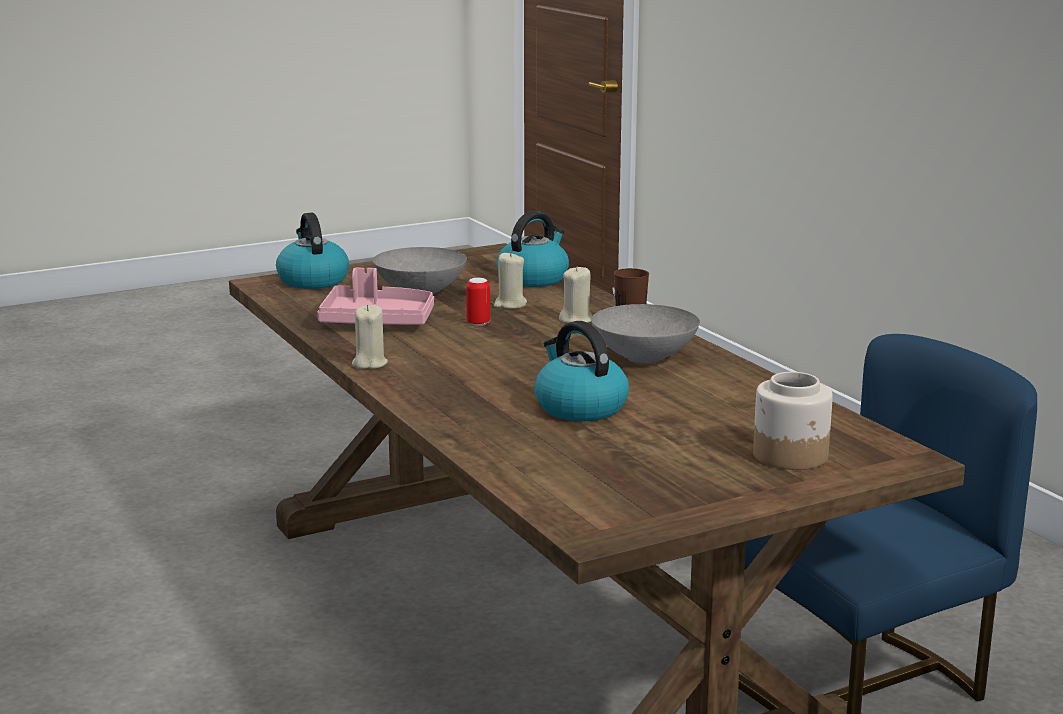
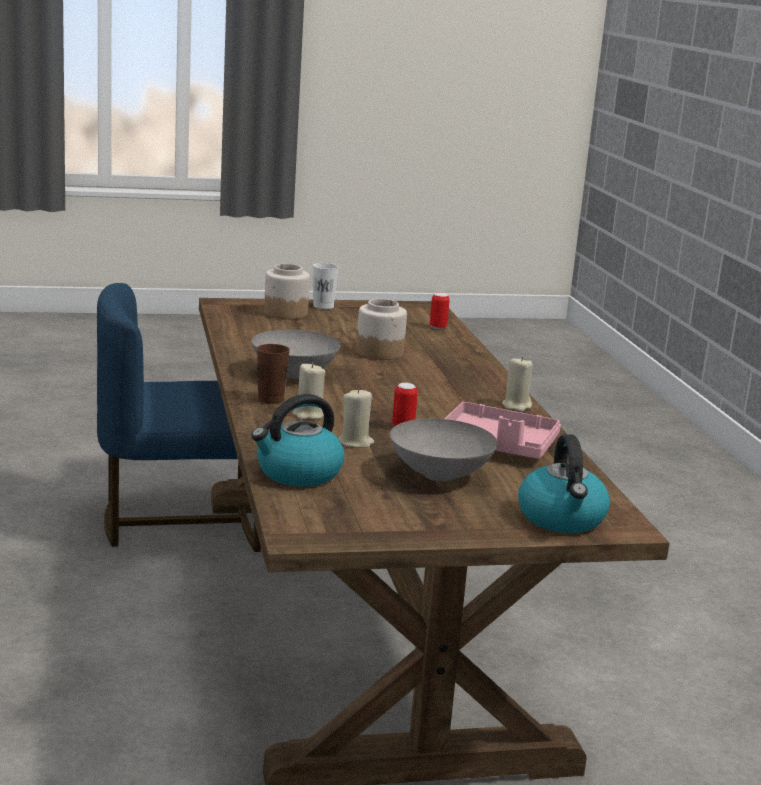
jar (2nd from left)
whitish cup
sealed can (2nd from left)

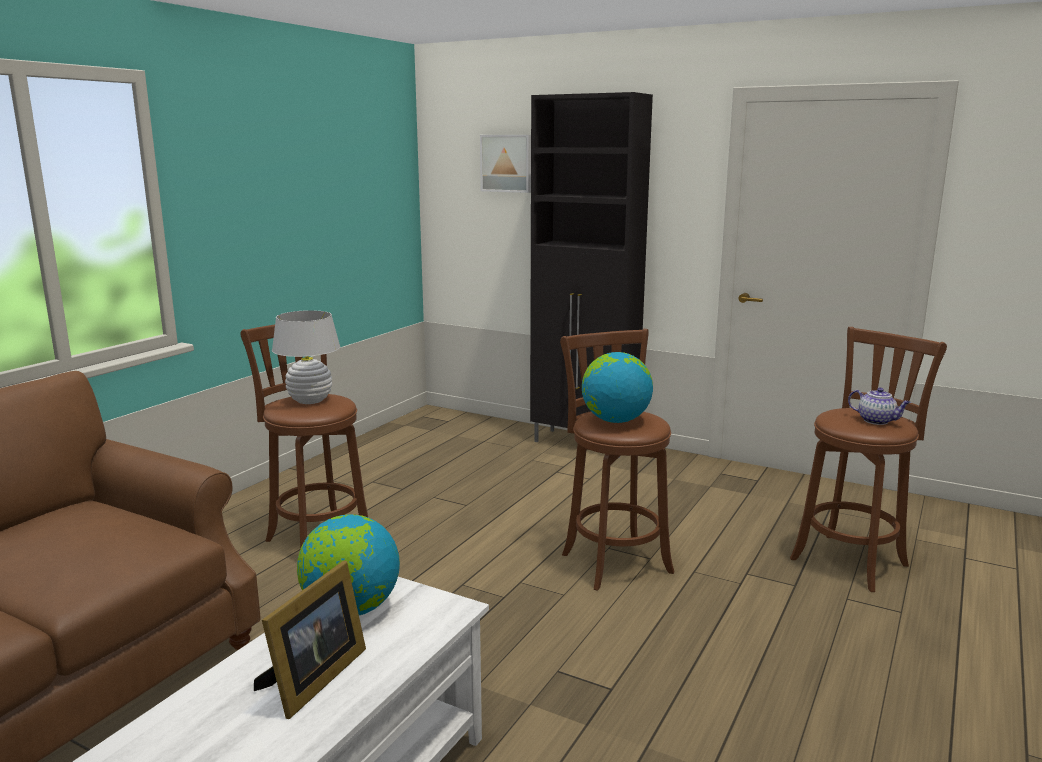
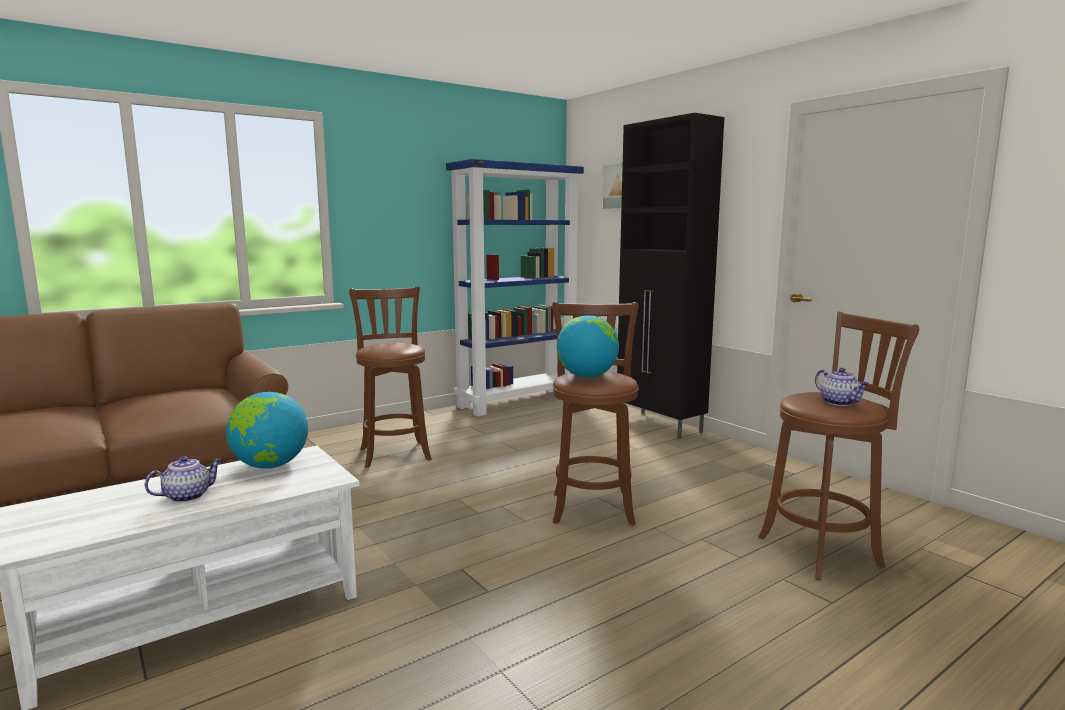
teapot (1st from left)
whitish lamp for a table
bluish bookcase

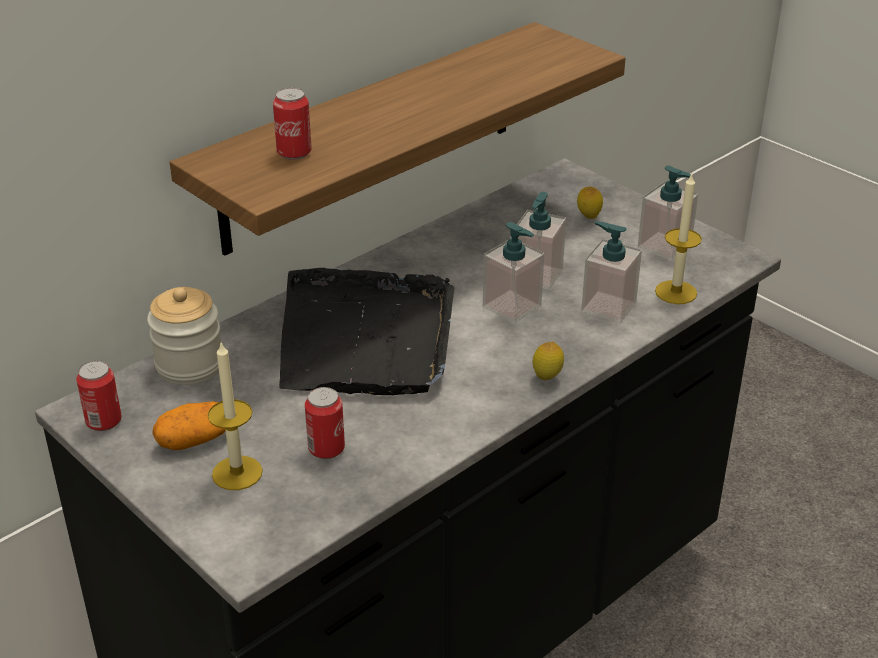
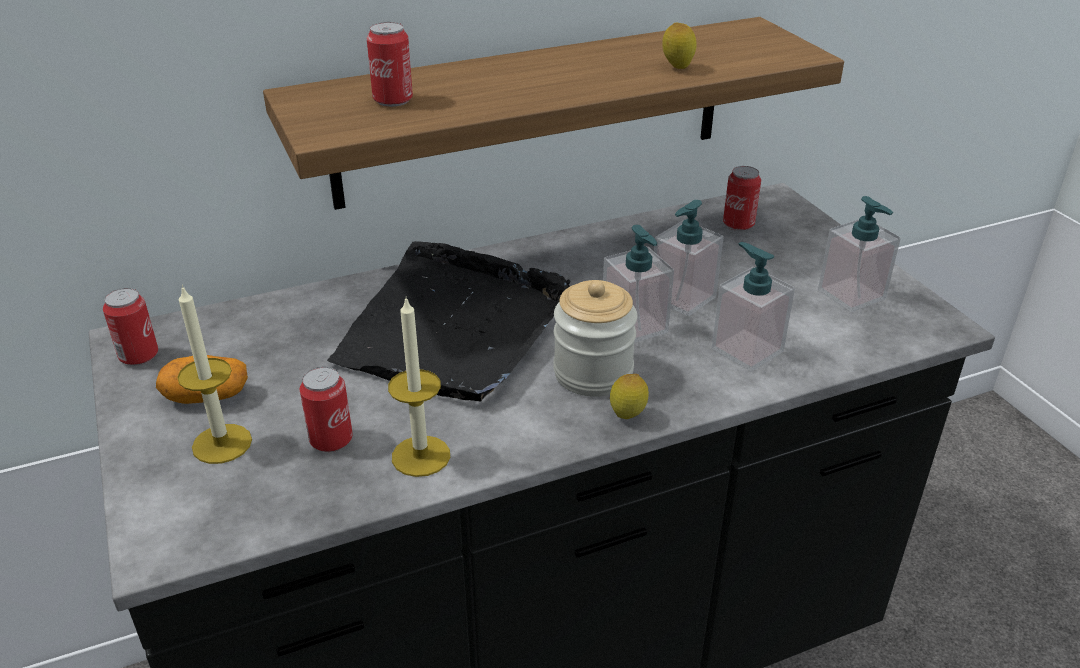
jar
lemon (2nd from left)
wax light (2nd from left)
sealed can (4th from left)

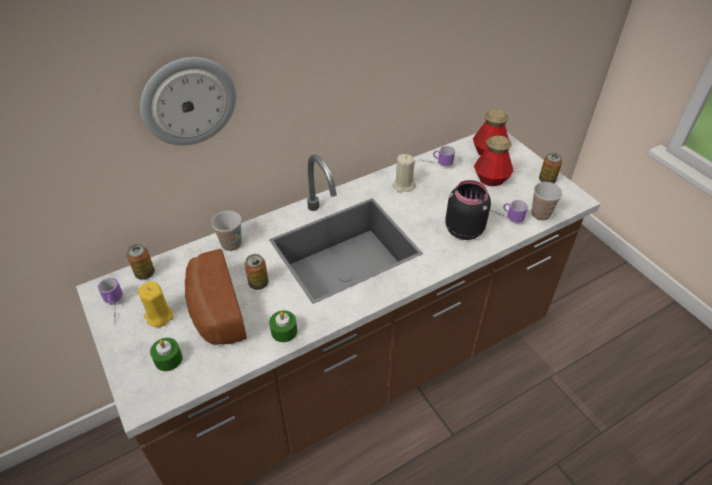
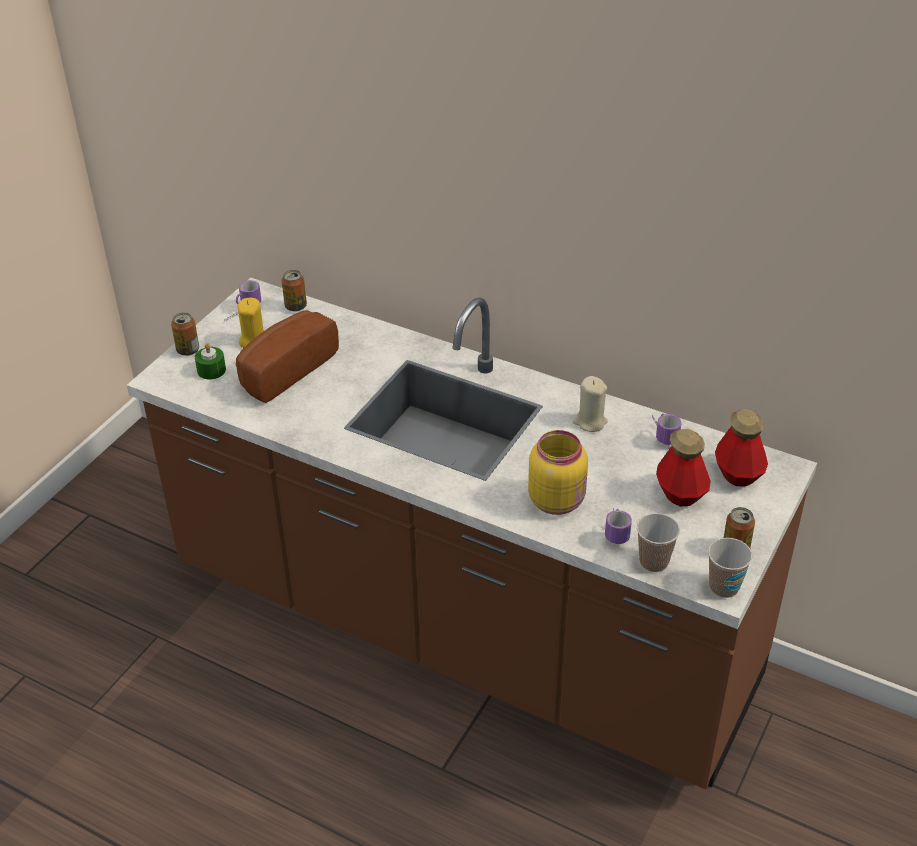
wall clock
cup (2nd from left)
sealed can (1st from left)
greenish wax light (2nd from left in the first image)
yellow-coloured jar

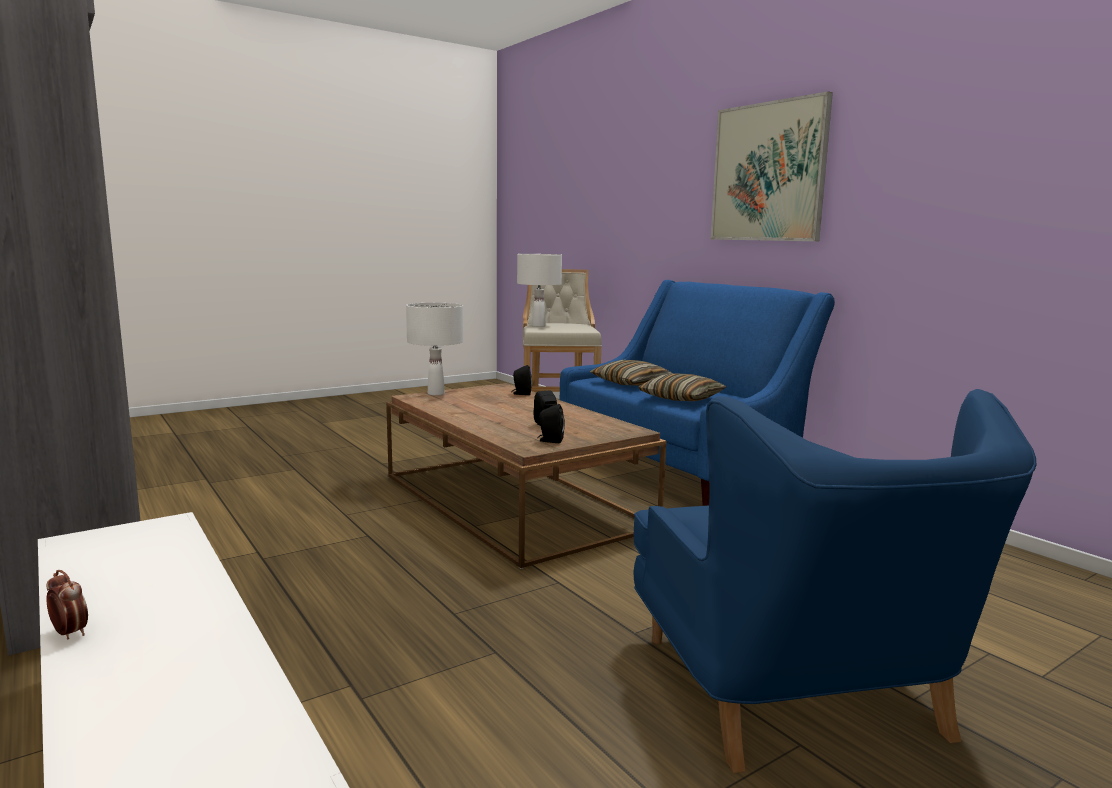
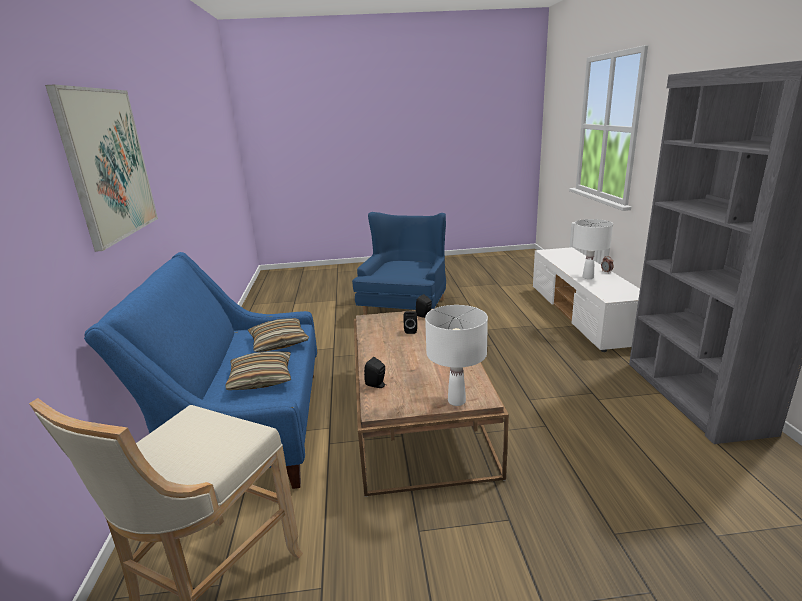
whitish lamp for a table (2nd from left)

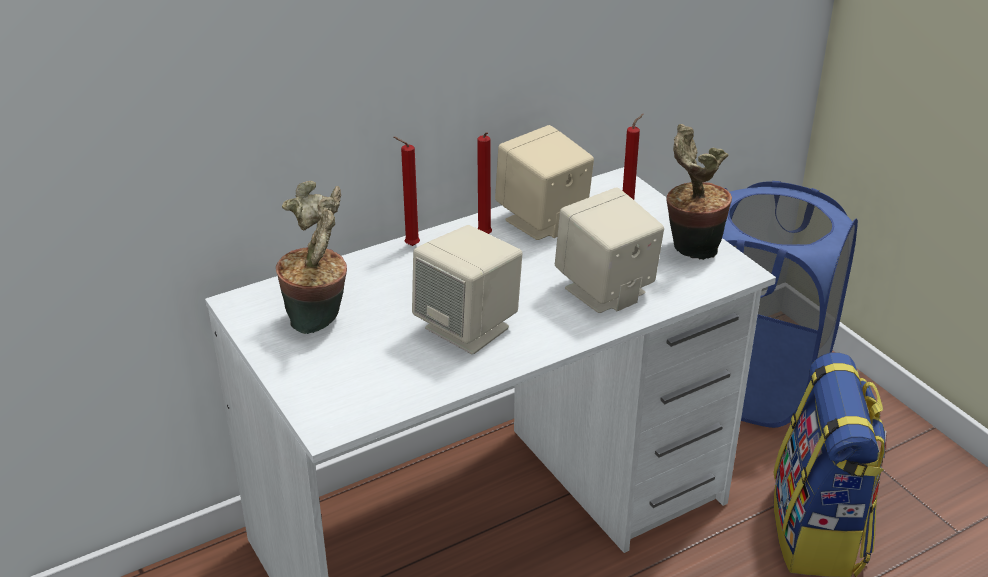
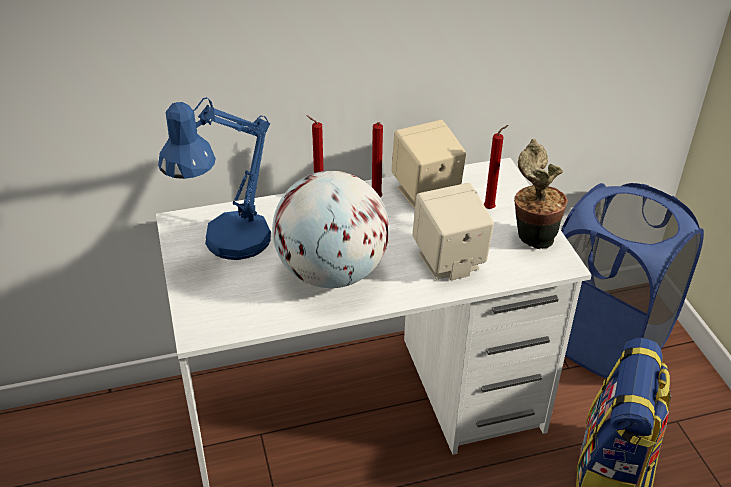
bluish lamp for a table
world globe

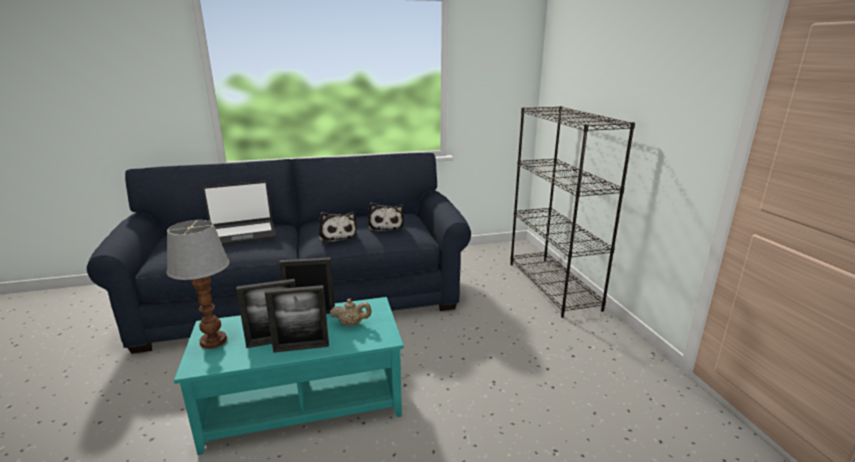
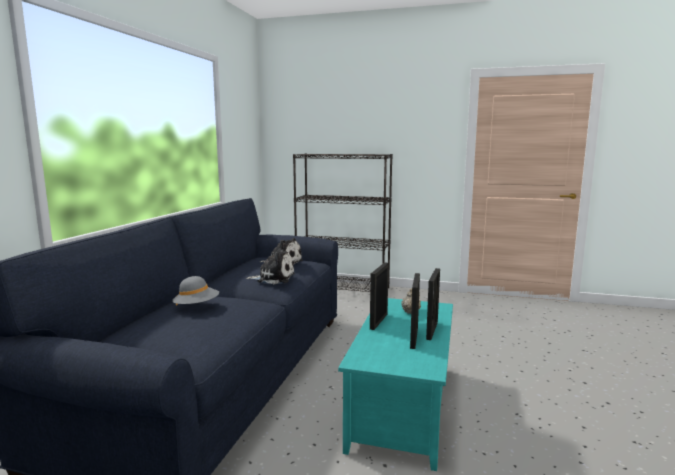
lamp for a table
greyish hat

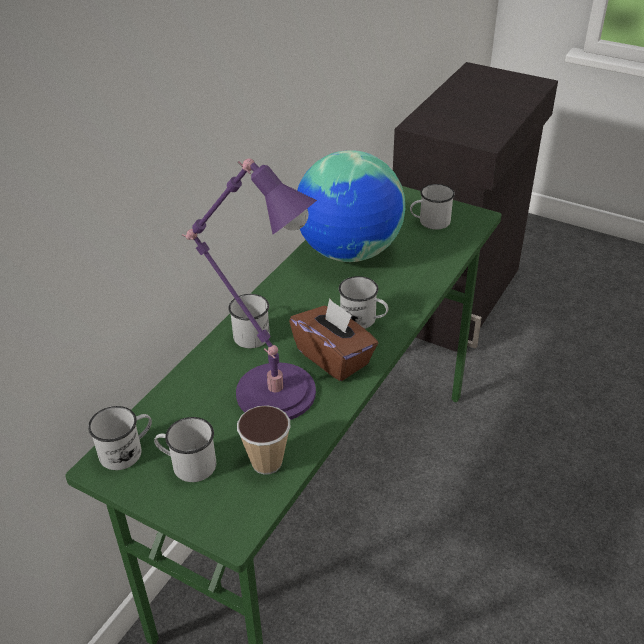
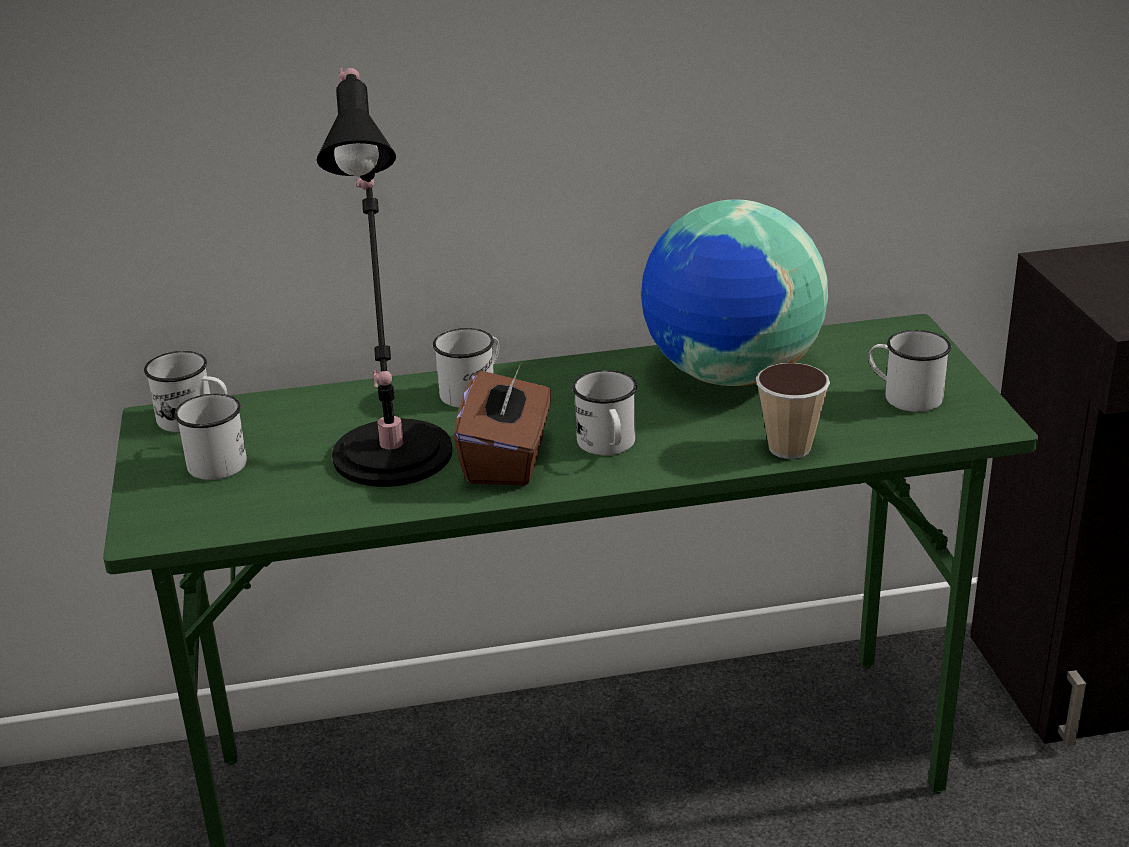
blackish lamp for a table
cup

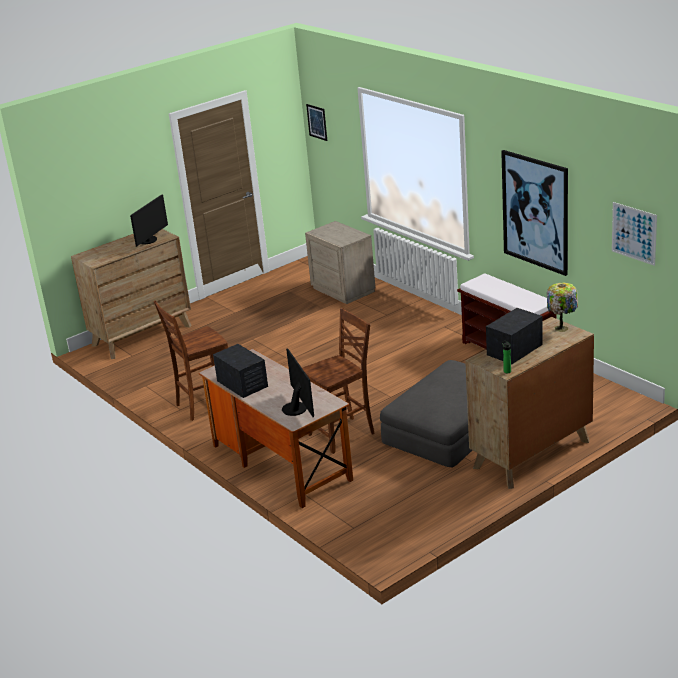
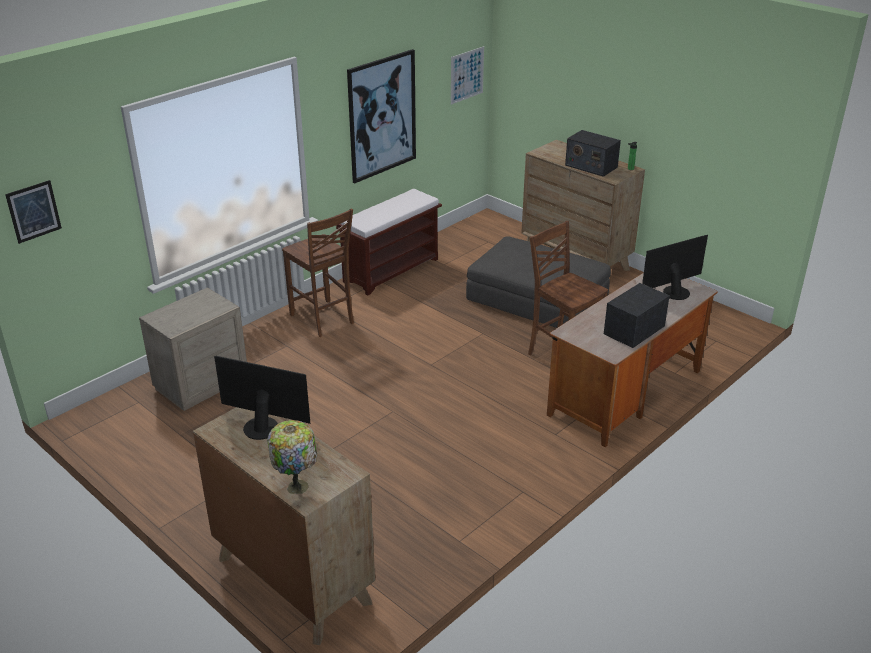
brownish chair (1st from left)
lamp for a table

